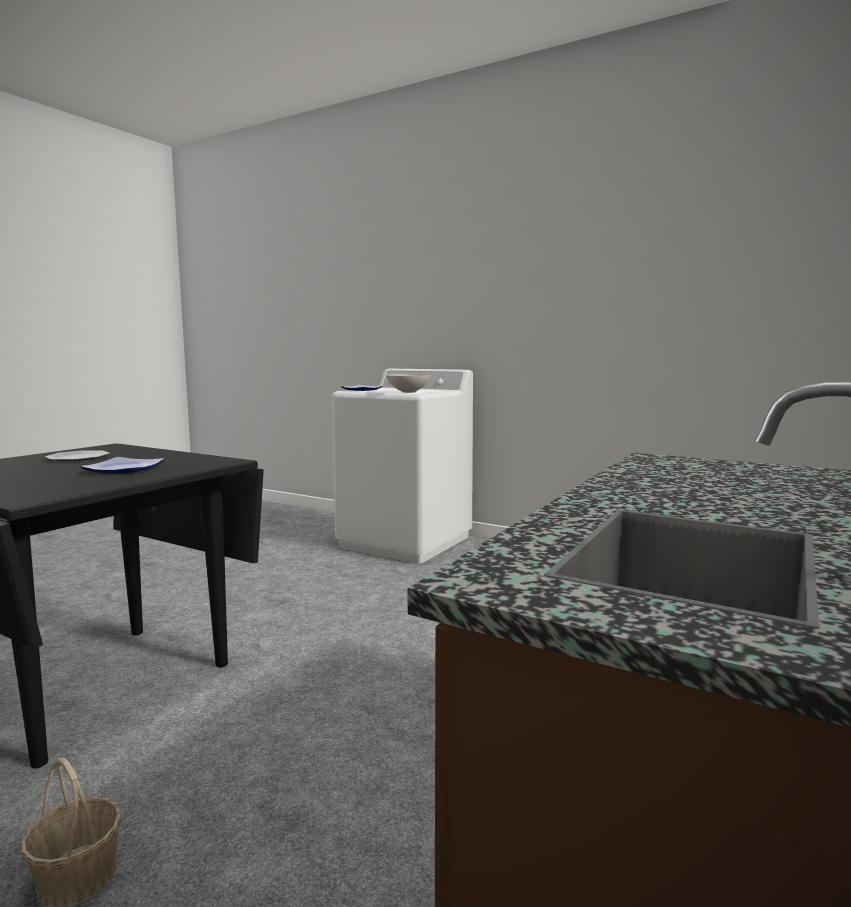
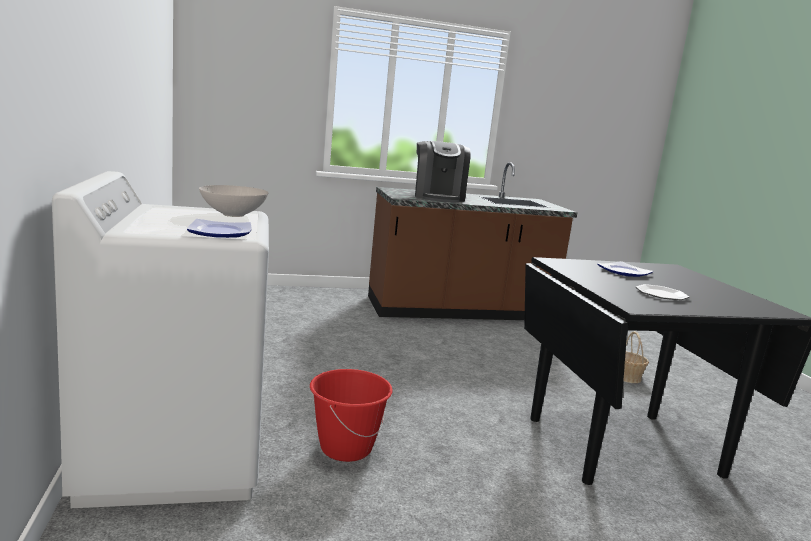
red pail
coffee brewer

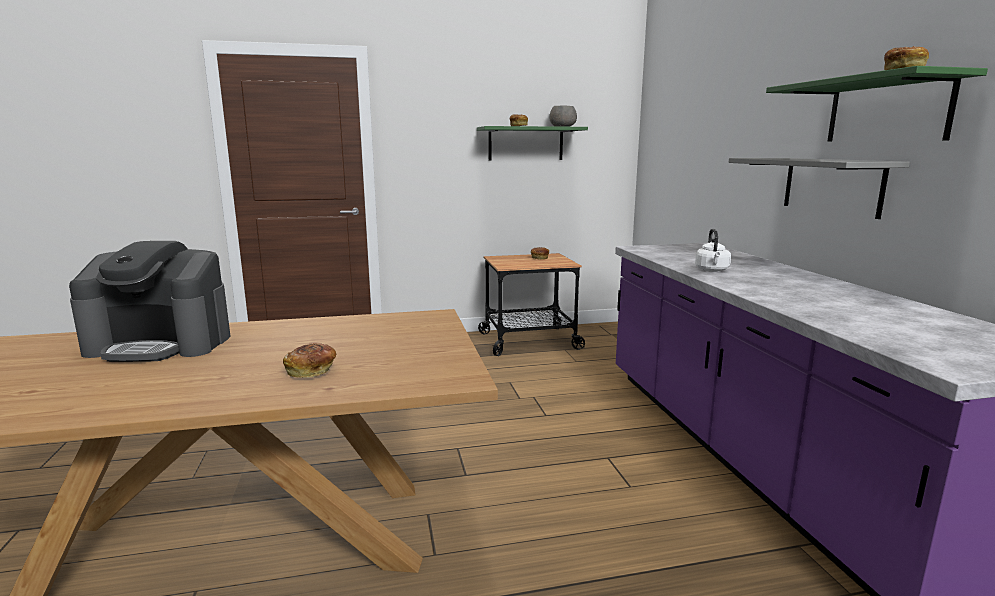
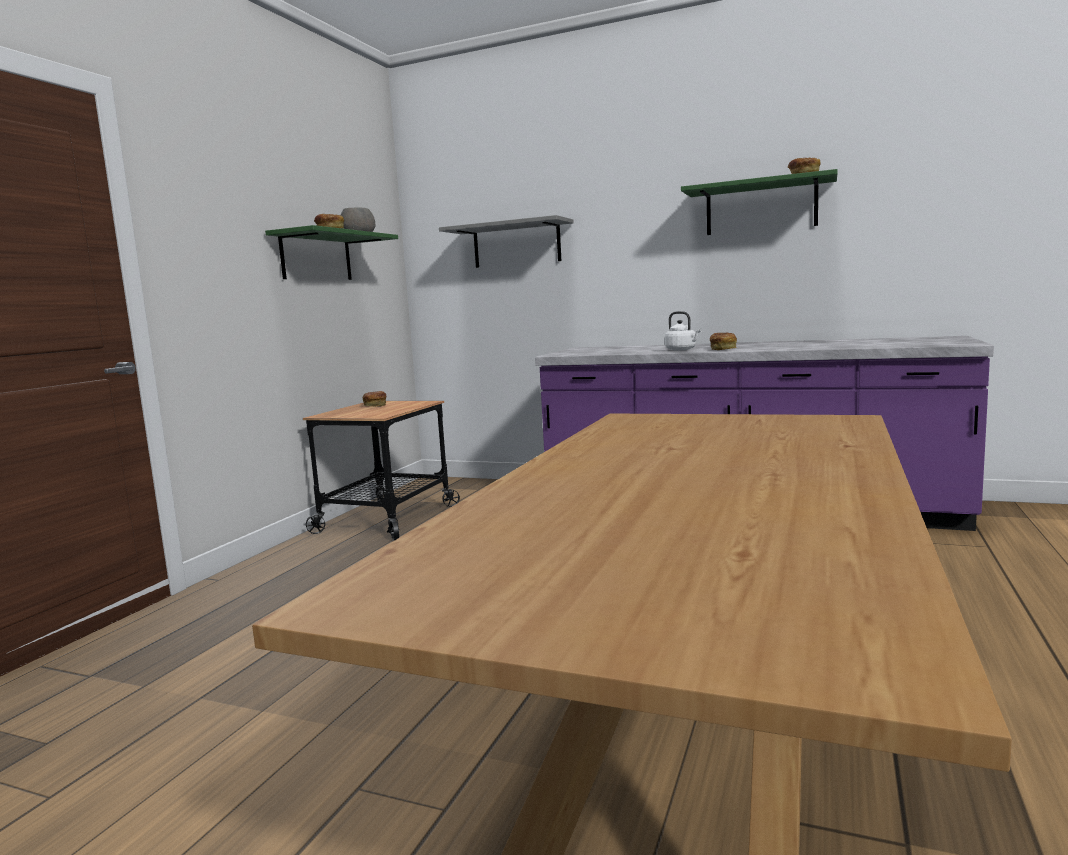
coffee brewer
baked bread (3rd from left)
greyish wall shelf

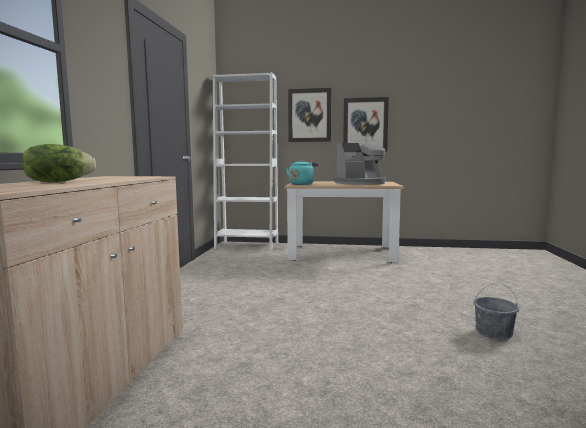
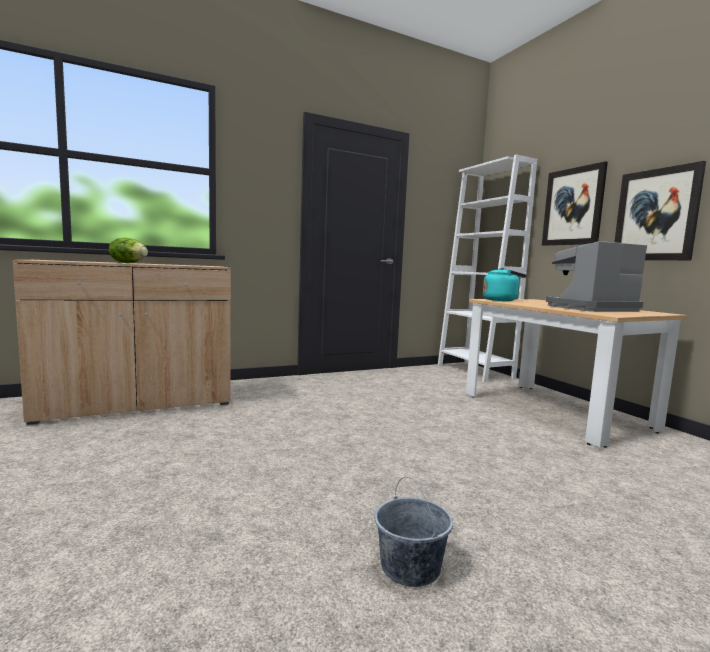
coffee brewer

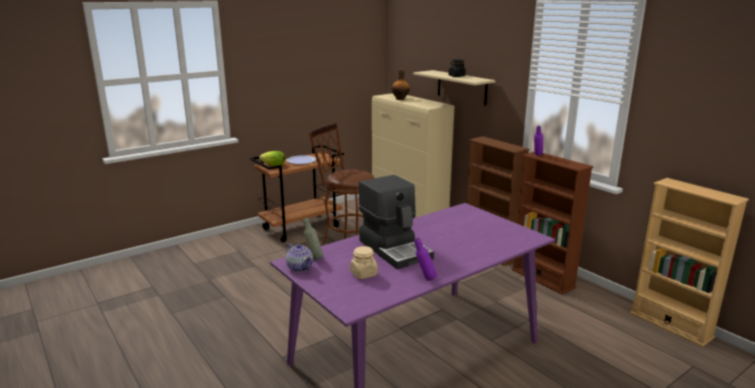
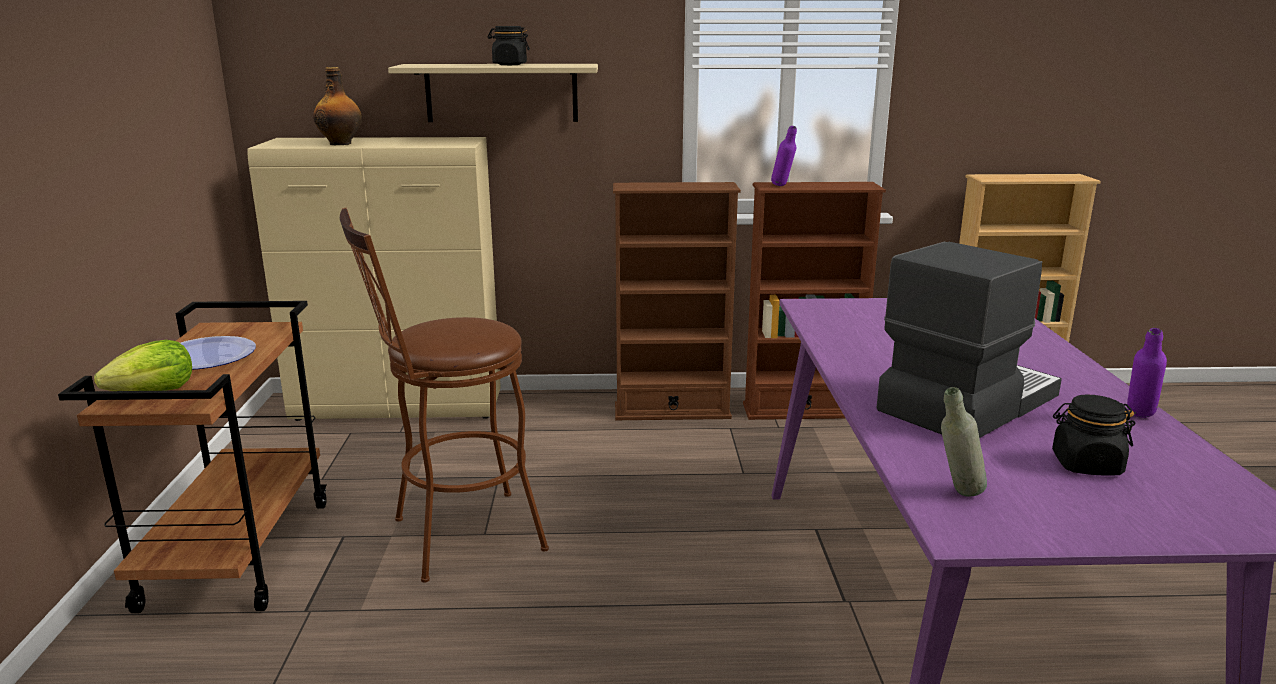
teapot
blackish jar (2nd from left)
coffee brewer

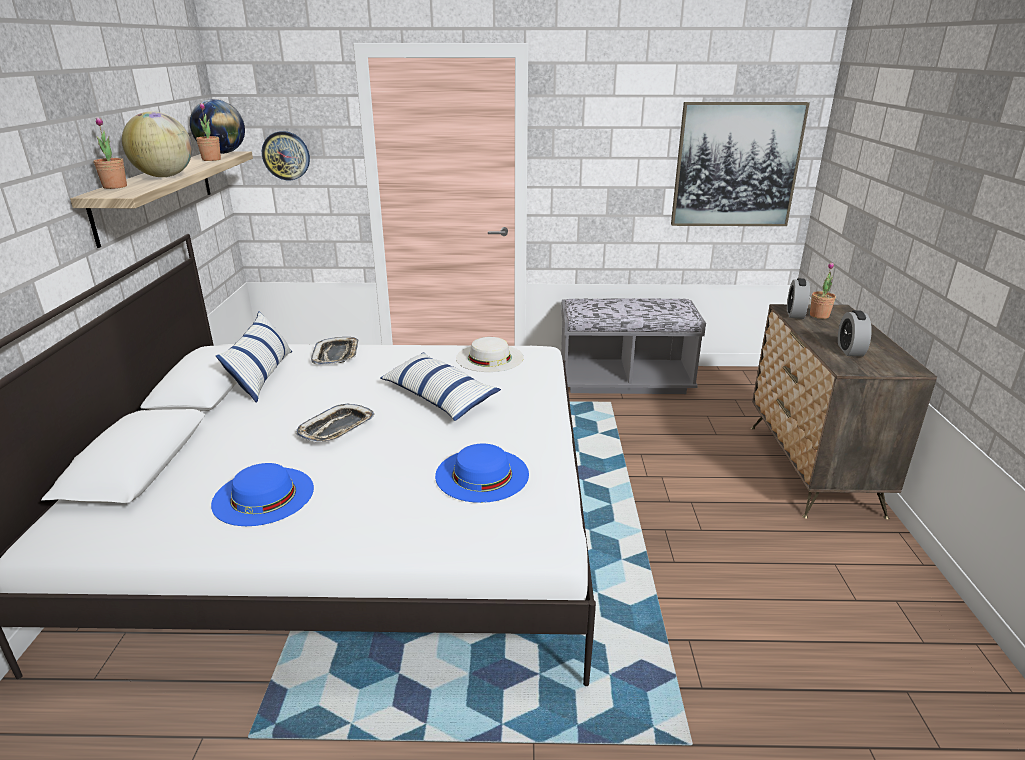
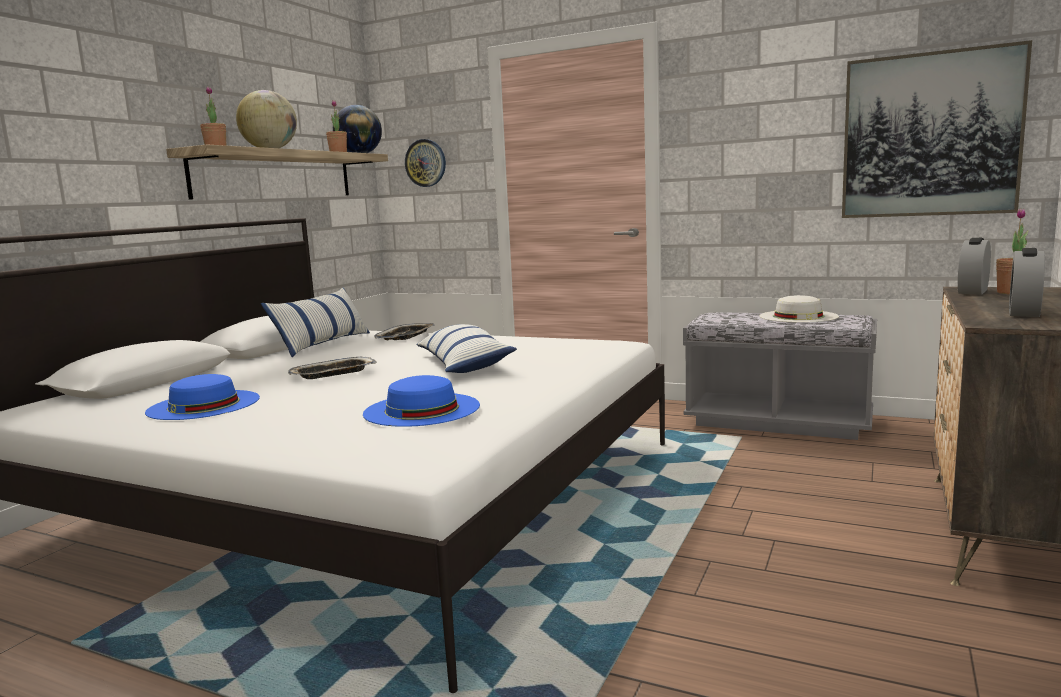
whitish hat

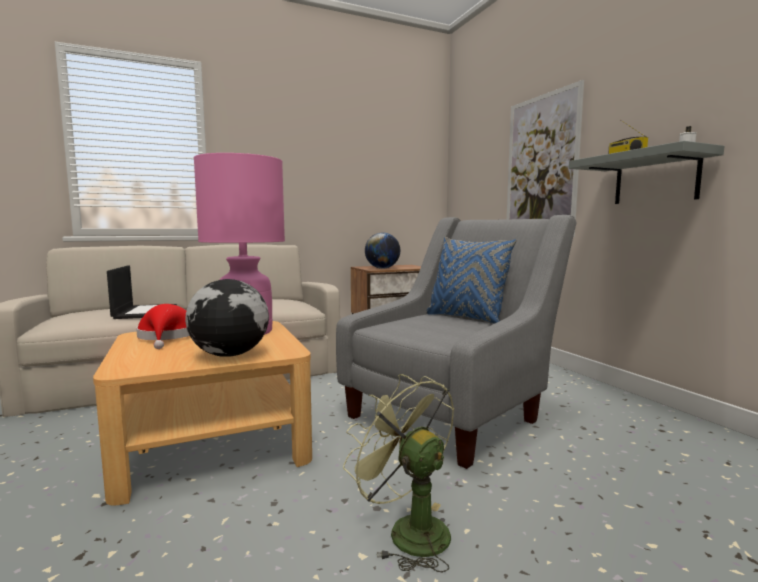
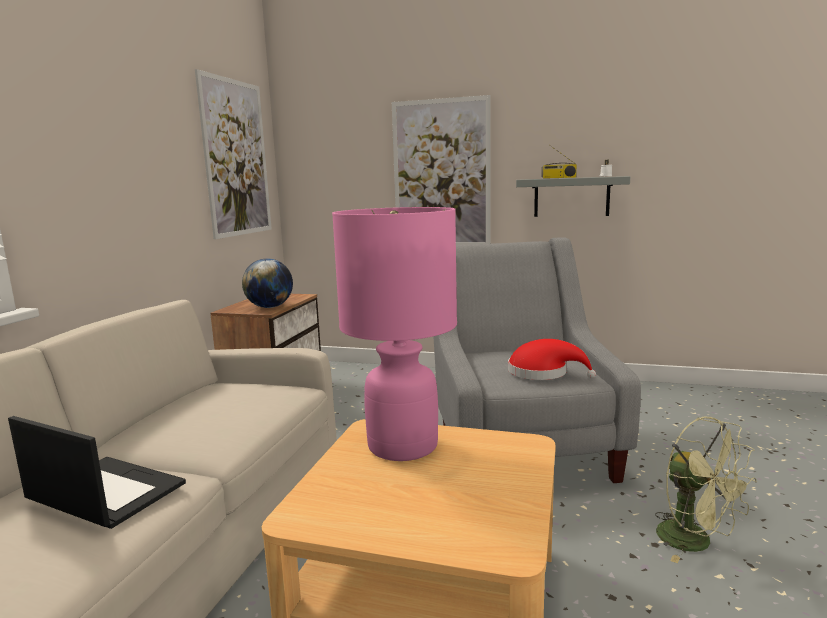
red hat
world globe (1st from left in the first image)
greenish fan
bluish throw pillow
picture (1st from left)

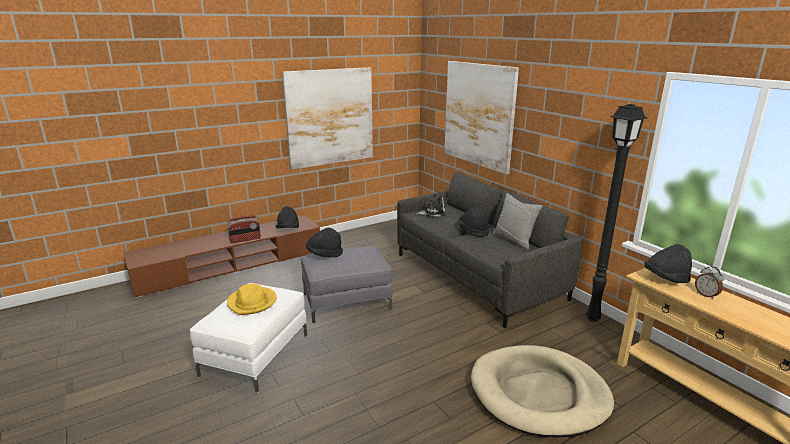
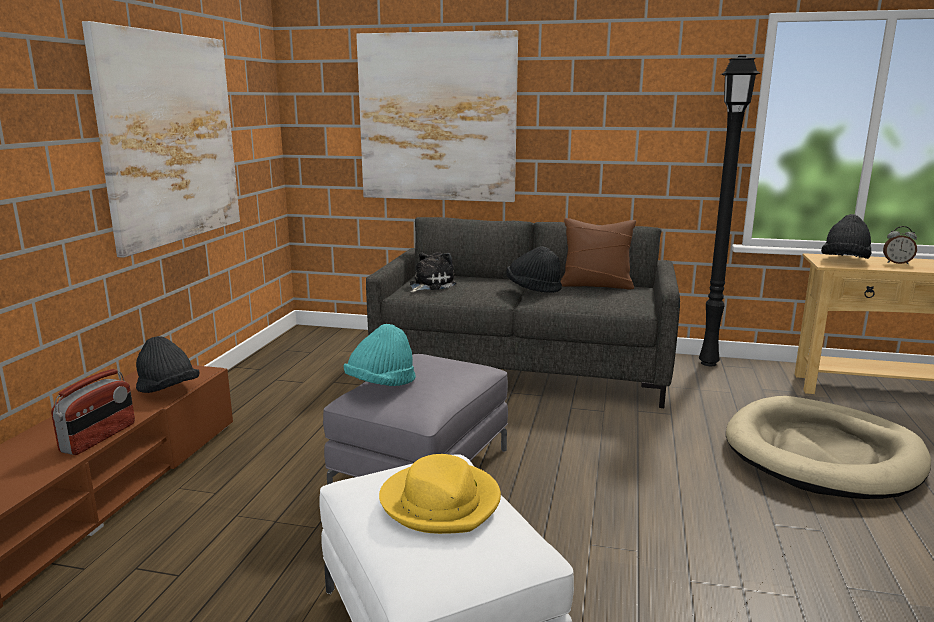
blue-green hat
brownish throw pillow

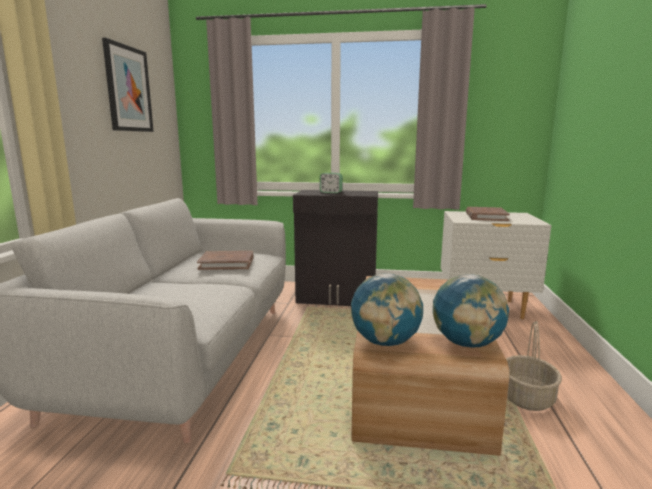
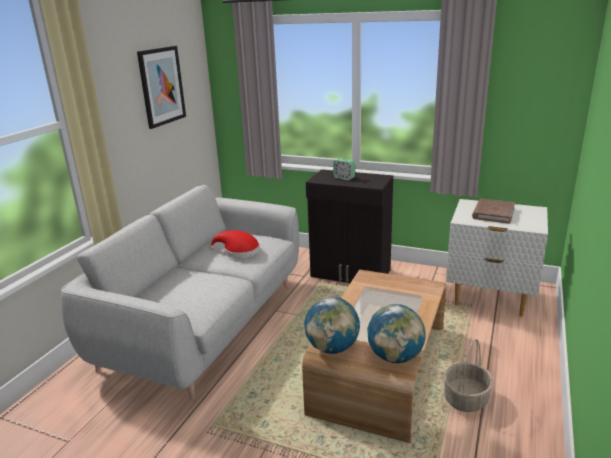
red hat

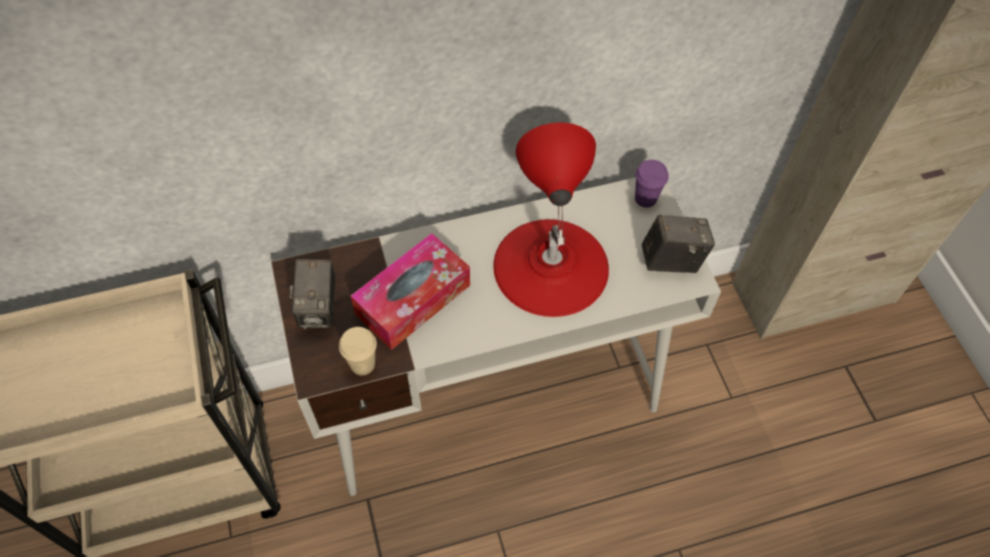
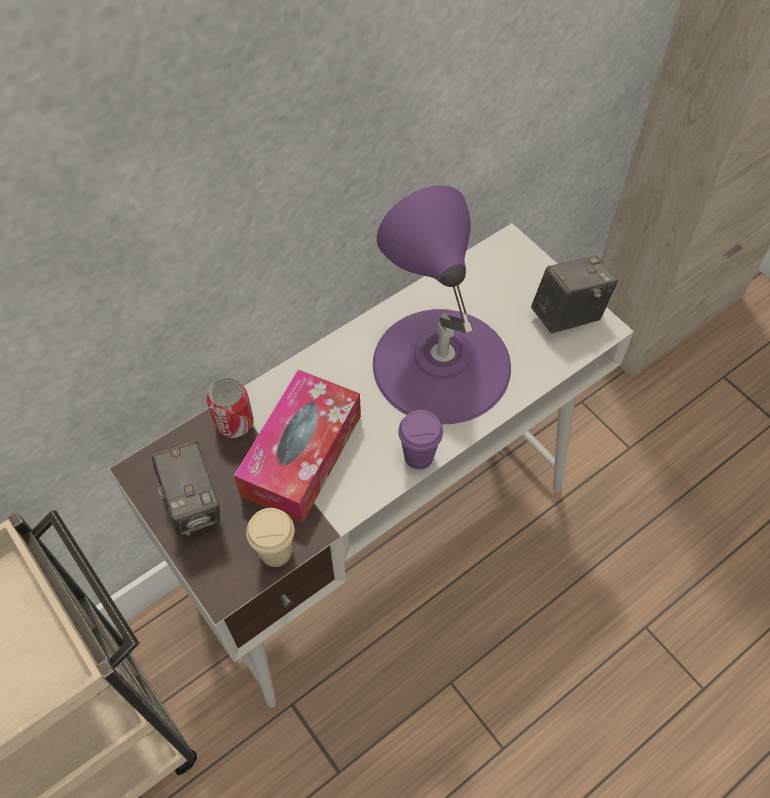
purple lamp for a table
purple cup
sealed can

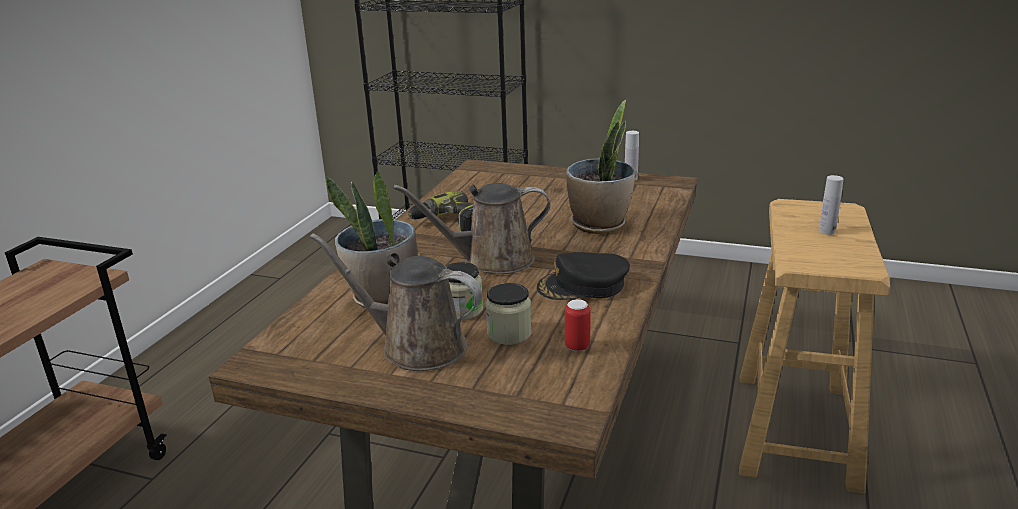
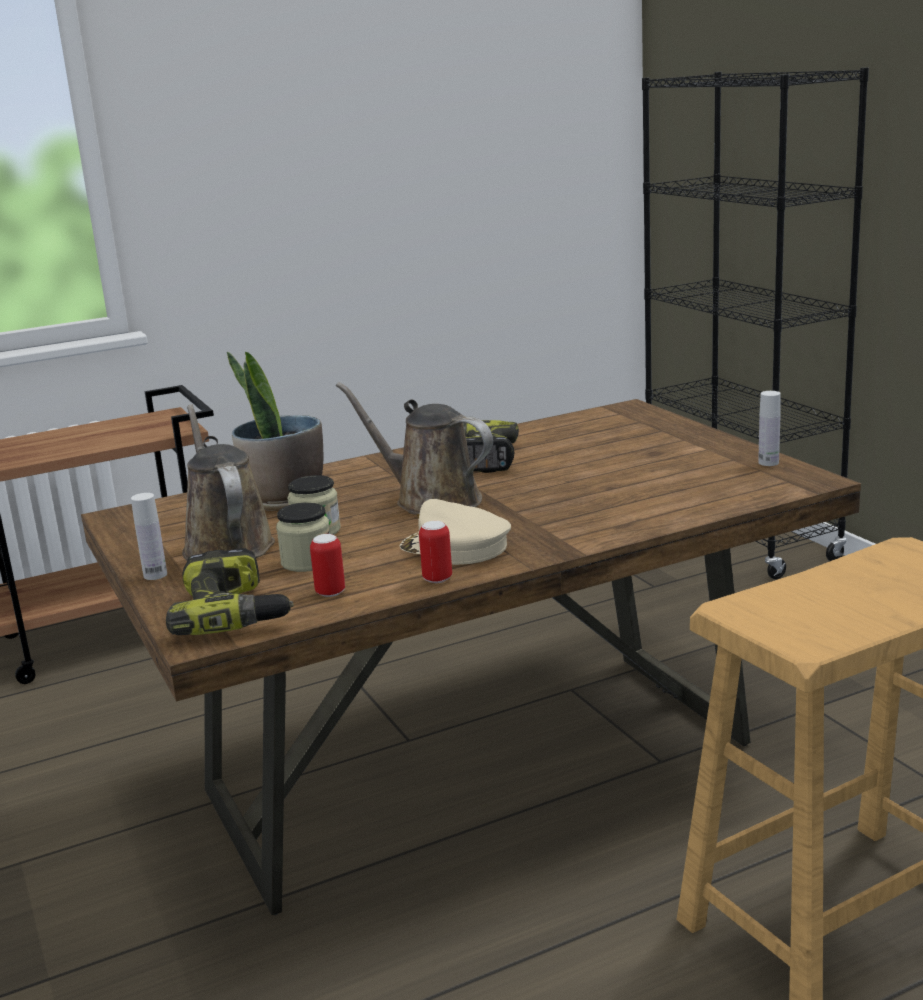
beige-coloured cap
plant in a pot (2nd from left in the first image)
whitish bottle (1st from left)
electric drill (1st from left)
sealed can (2nd from left)

